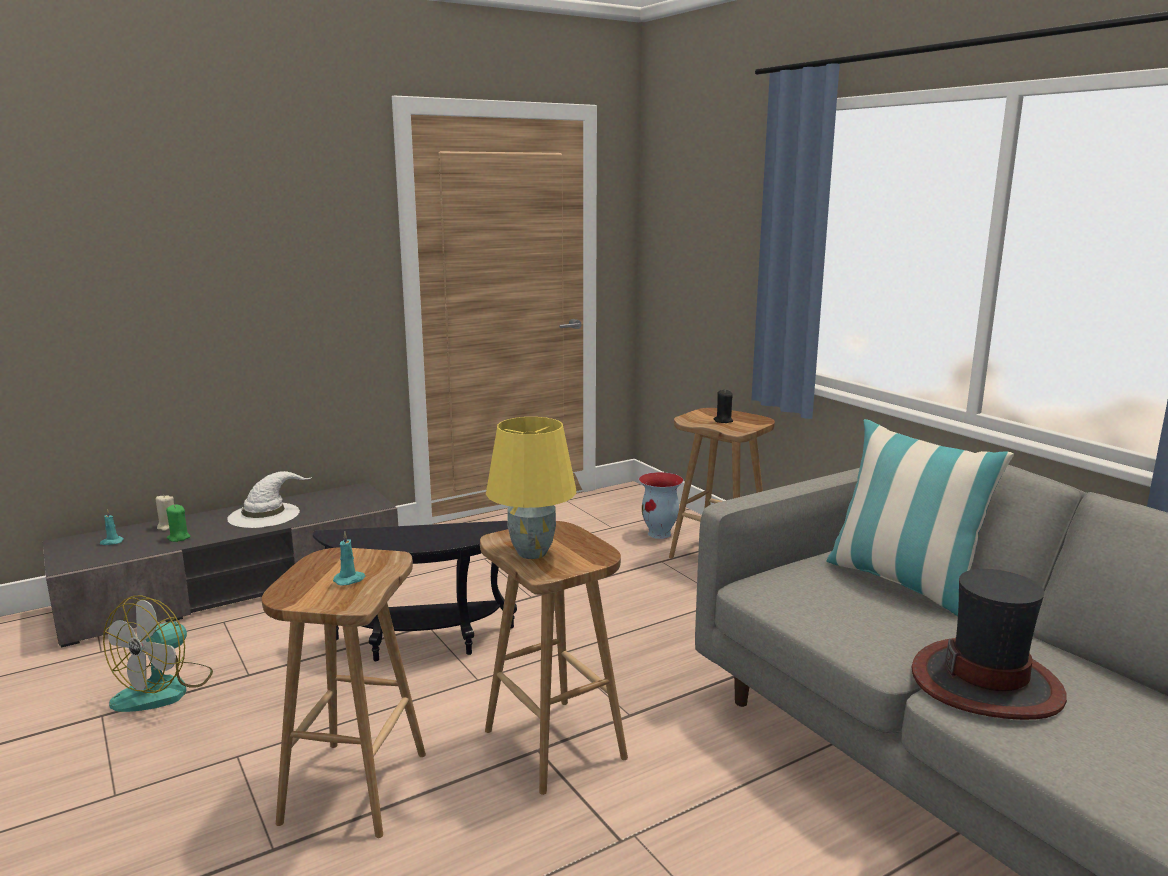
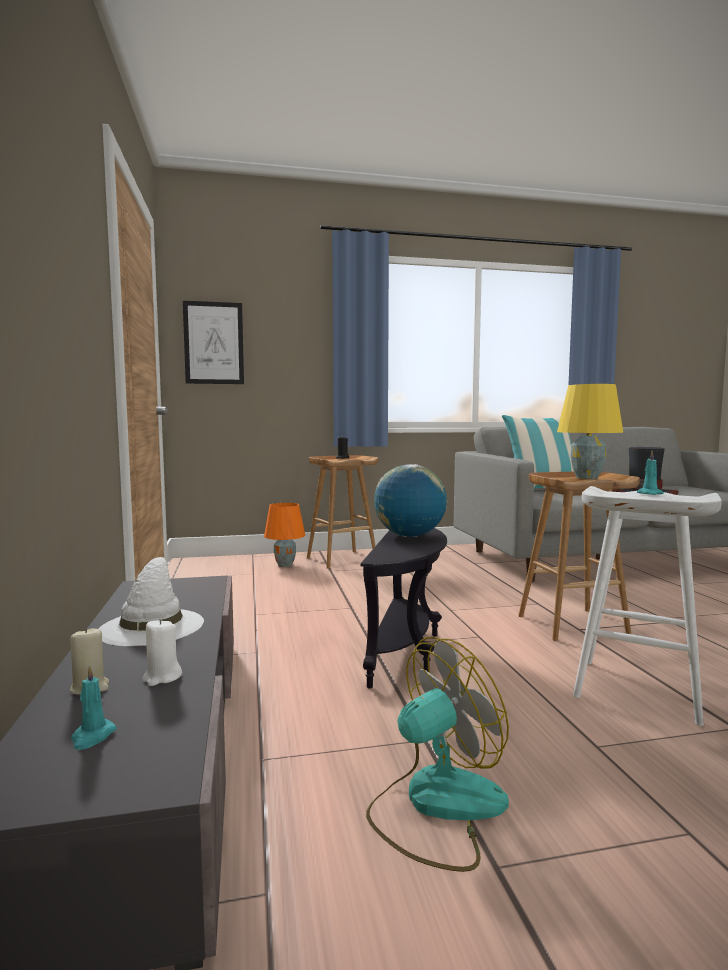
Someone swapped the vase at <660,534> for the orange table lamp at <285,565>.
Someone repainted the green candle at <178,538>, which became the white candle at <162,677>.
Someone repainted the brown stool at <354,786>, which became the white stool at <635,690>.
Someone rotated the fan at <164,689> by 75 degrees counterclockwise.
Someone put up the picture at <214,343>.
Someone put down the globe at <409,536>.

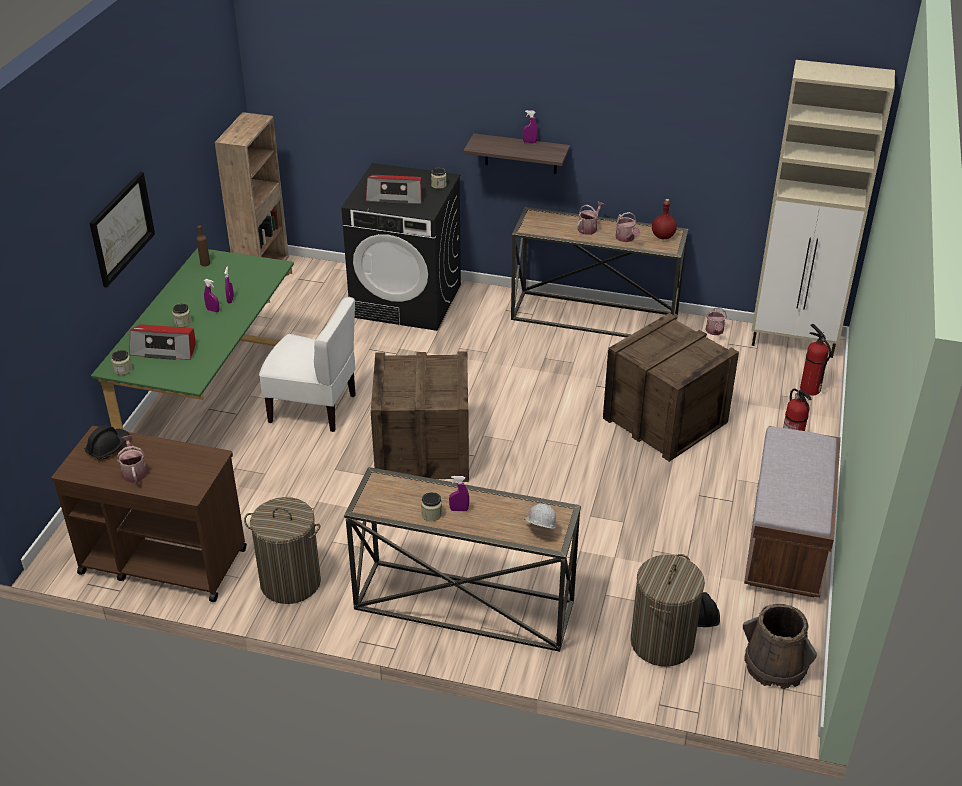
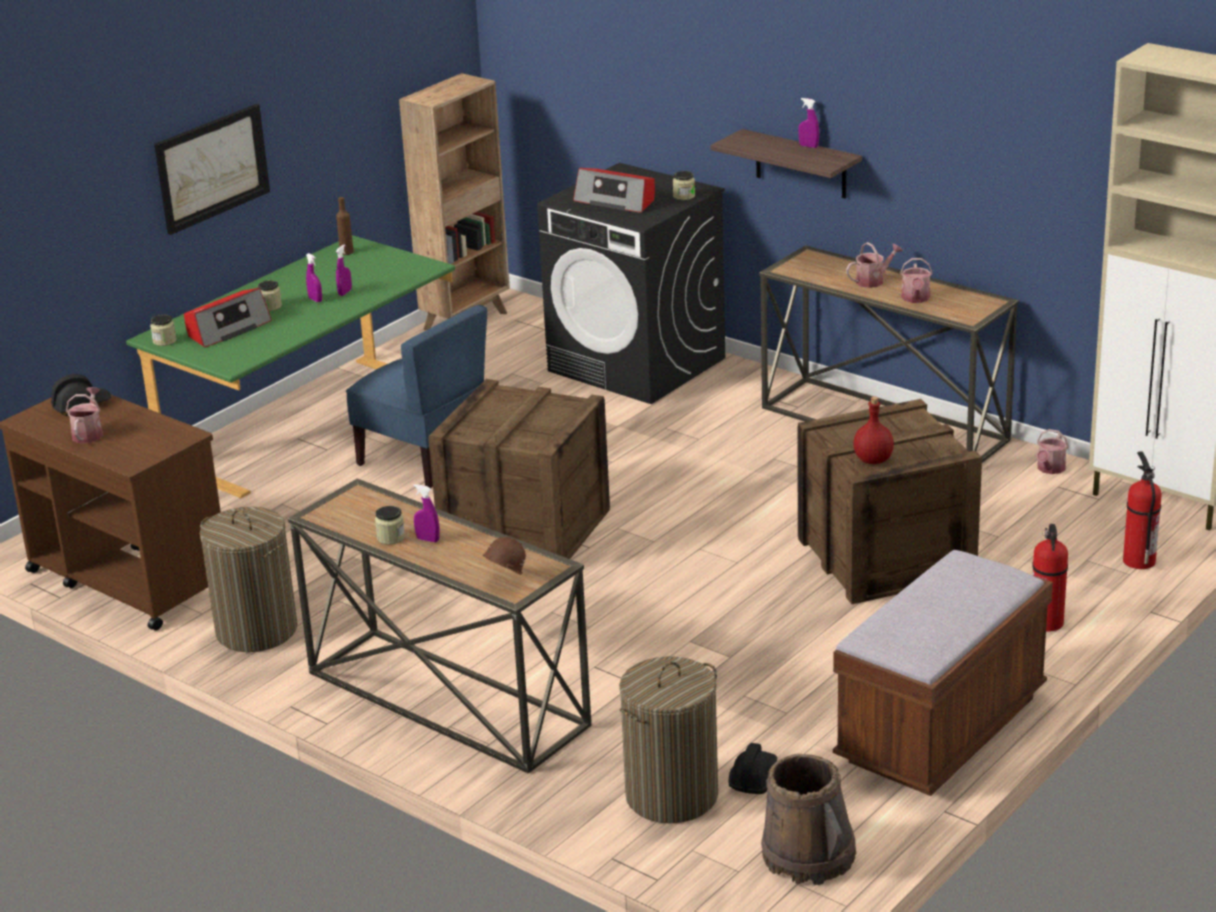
Someone carried the red bottle from <663,236> to <874,460>.
Someone repainted the white chair at <313,408>, which became the blue chair at <424,459>.
Someone rotated the radio at <164,349> by 75 degrees counterclockwise.
Someone repainted the white hard hat at <539,533>, which became the brown hard hat at <504,581>.

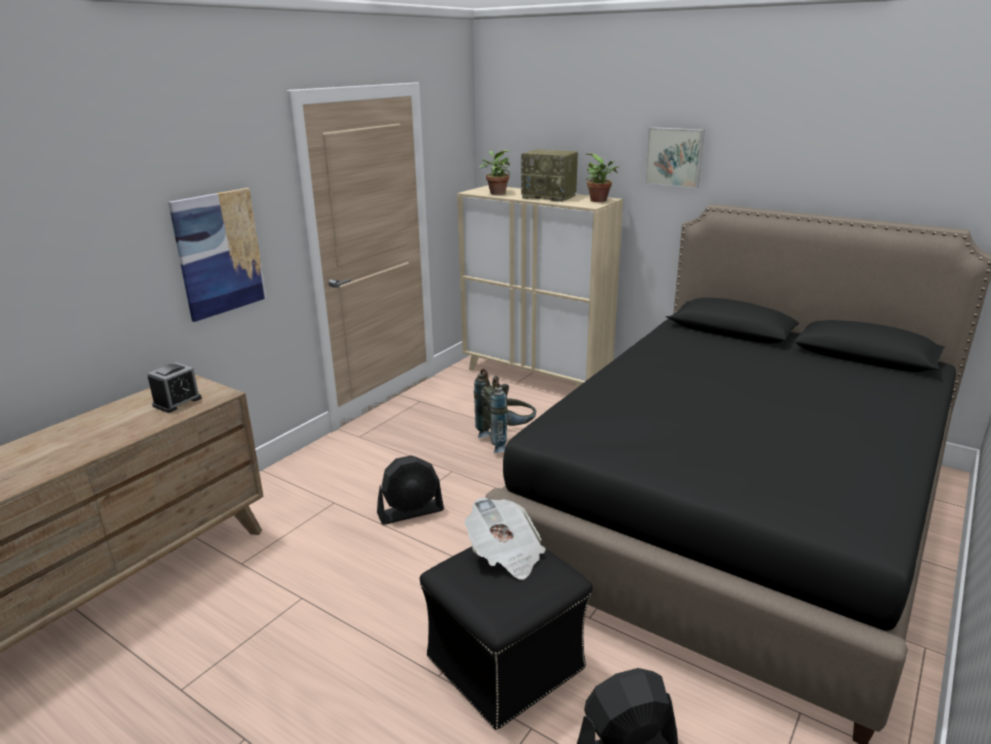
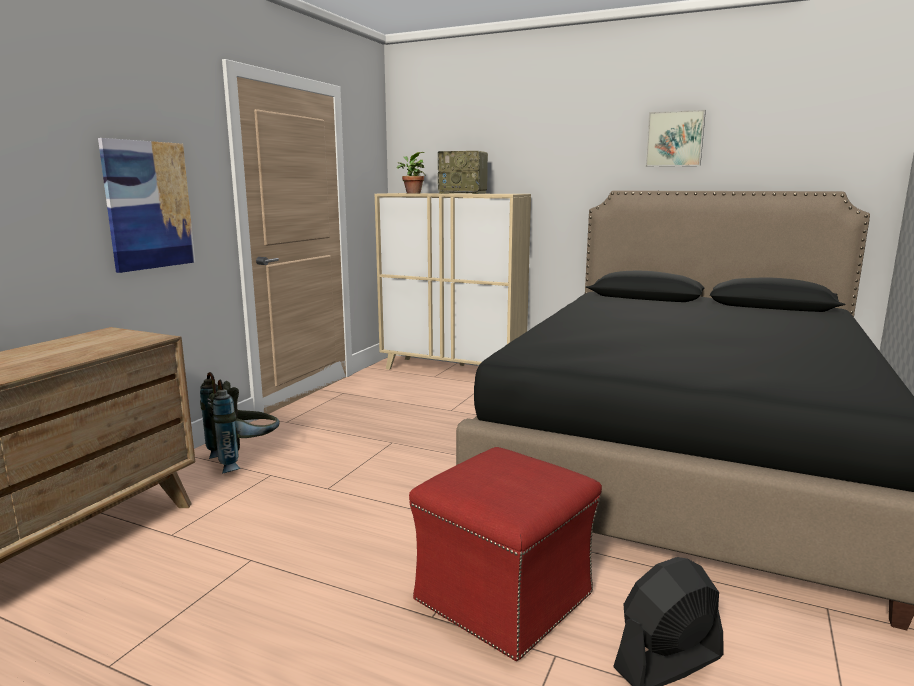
Someone carried the picture from <675,157> to <675,139>.
Someone took away the potted plant at <600,201>.
Someone took away the alarm clock at <177,402>.
Someone carried the grey backpack from <506,440> to <244,459>.
Someone took away the black fan at <410,512>.
Someone took away the newspaper at <505,554>.
Someone repainted the black ottoman at <506,662>, which became the red ottoman at <505,596>.

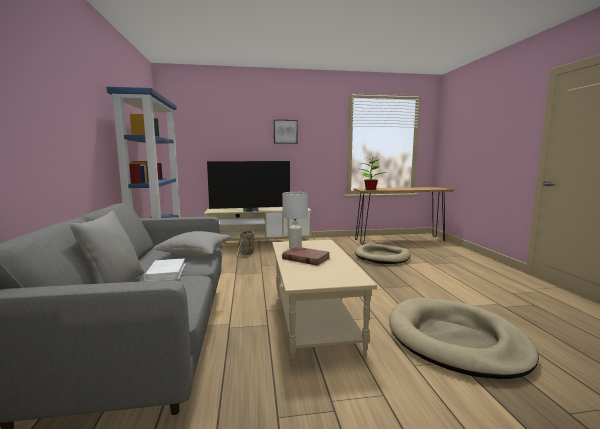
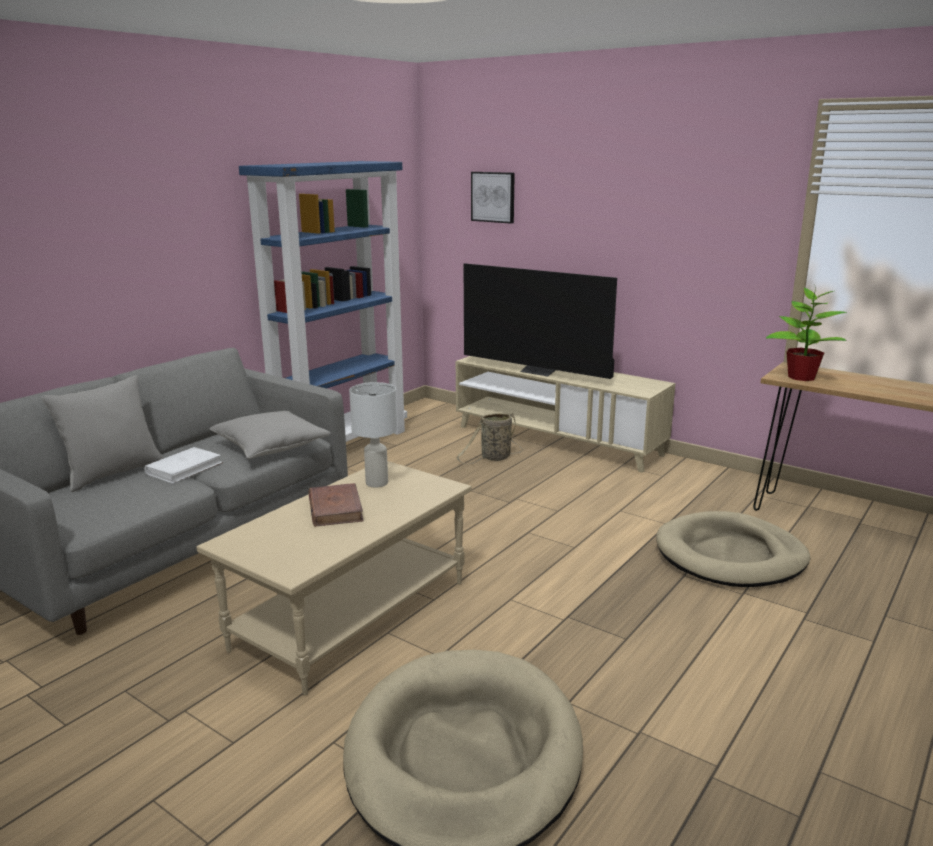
Someone carried the picture from <285,131> to <493,197>.

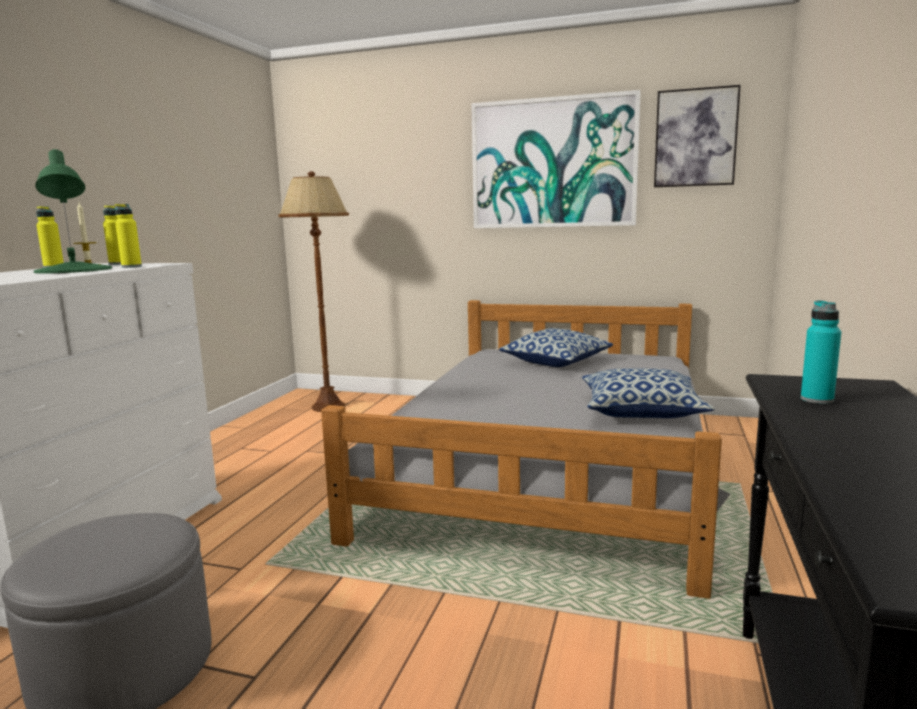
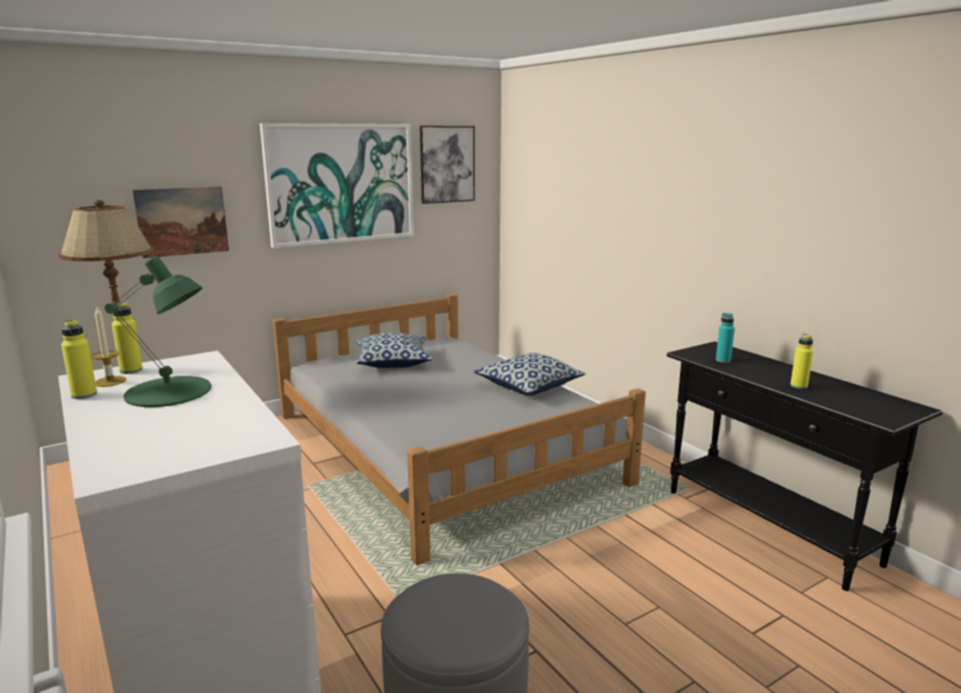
Someone carried the yellow bottle from <131,266> to <798,386>.
Someone put up the picture at <182,221>.

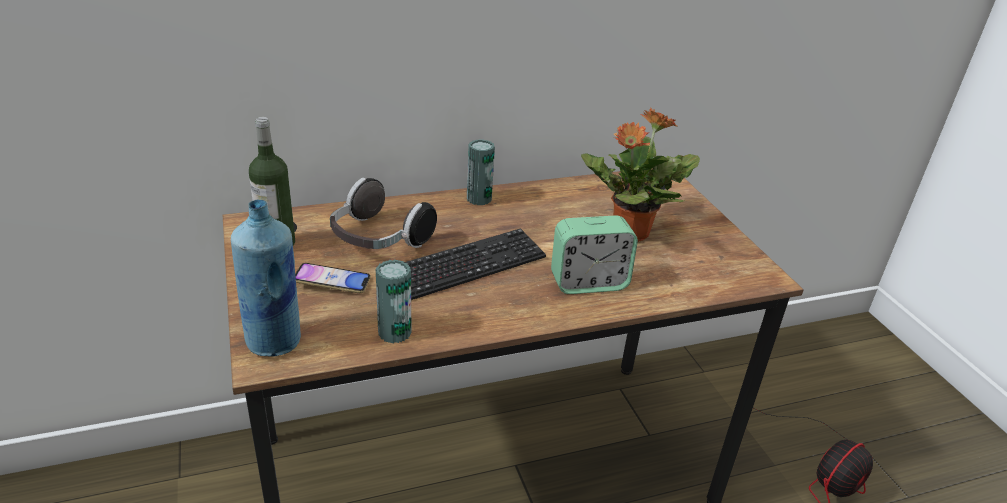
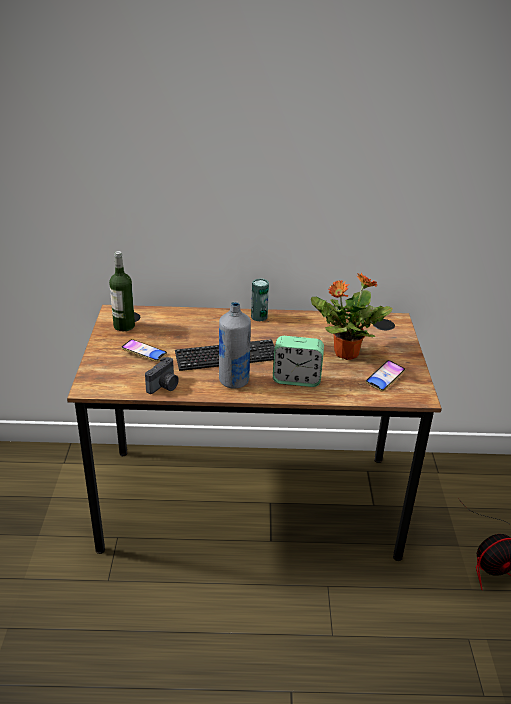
Someone took away the headphones at <378,240>.
Someone took away the blue bottle at <275,341>.
Someone swapped the can at <394,332> for the photo camera at <164,386>.
Someone put down the grey bottle at <234,381>.
Someone put down the phone at <385,378>.

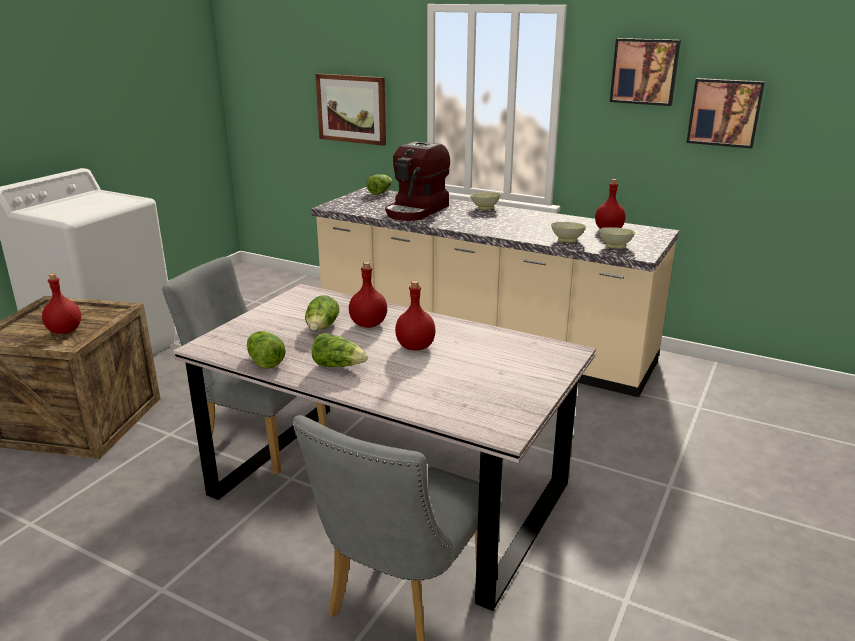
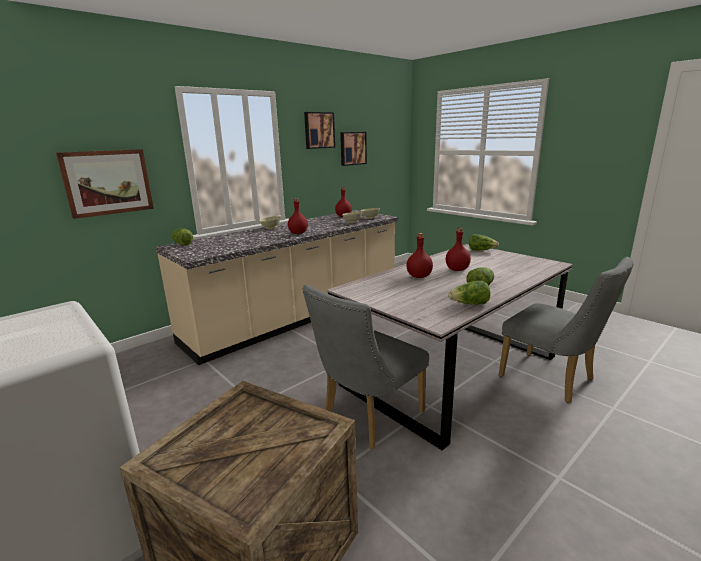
Someone took away the coffee machine at <417,211>.
Someone carried the red bottle from <65,330> to <298,233>.
Someone carried the lettuce from <322,328> to <481,250>.

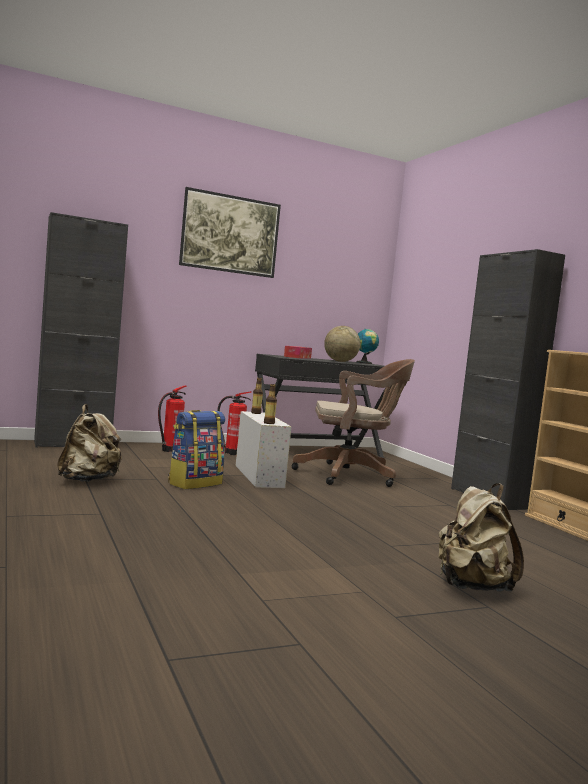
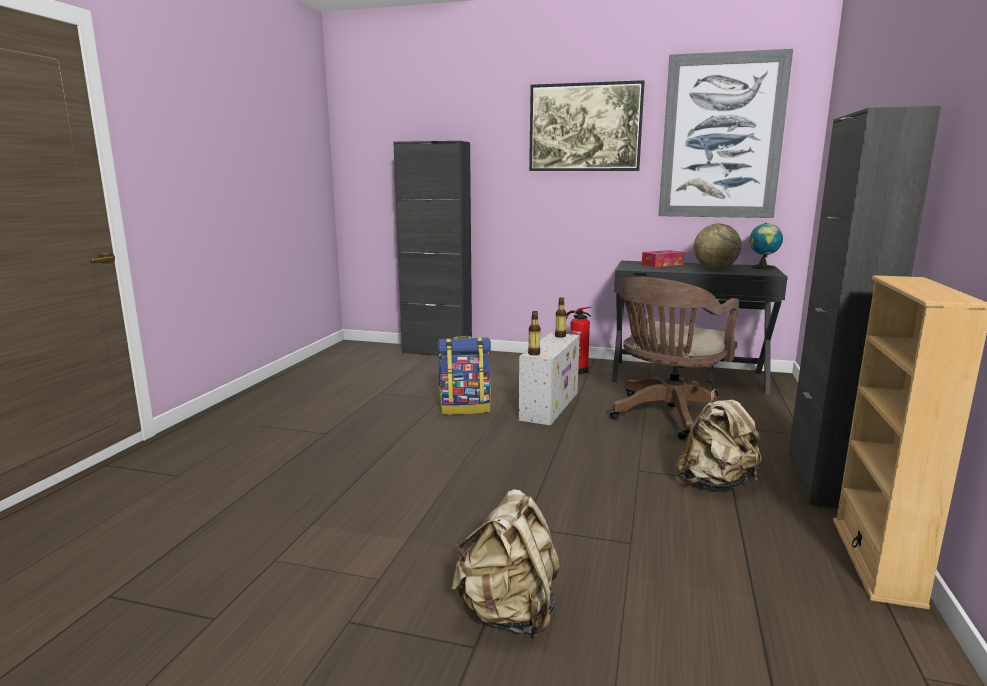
Someone rotated the brown office chair at <351,476> by 90 degrees clockwise.
Someone took away the fire extinguisher at <169,450>.
Someone carried the beige backpack from <88,481> to <716,483>.
Someone put up the picture at <721,137>.

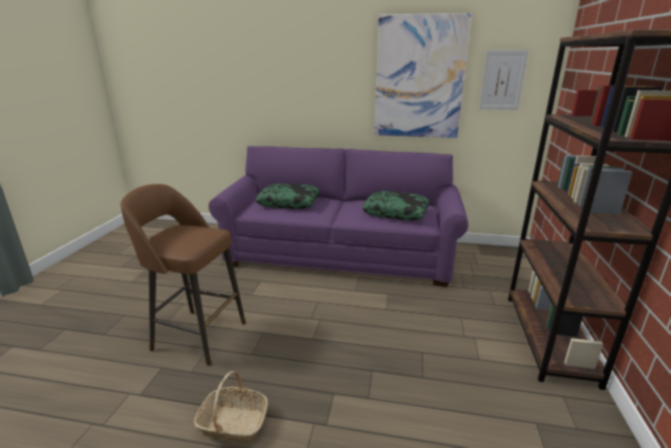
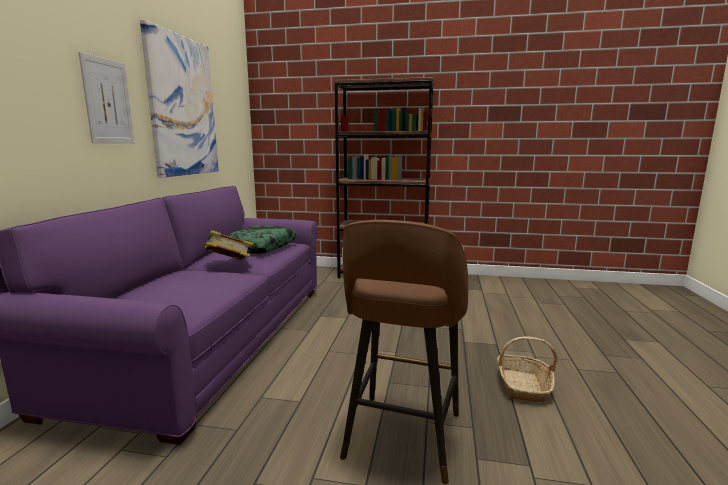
Someone carried the picture from <502,80> to <108,101>.
Someone took away the pillow at <289,202>.
Someone put down the book at <228,264>.

